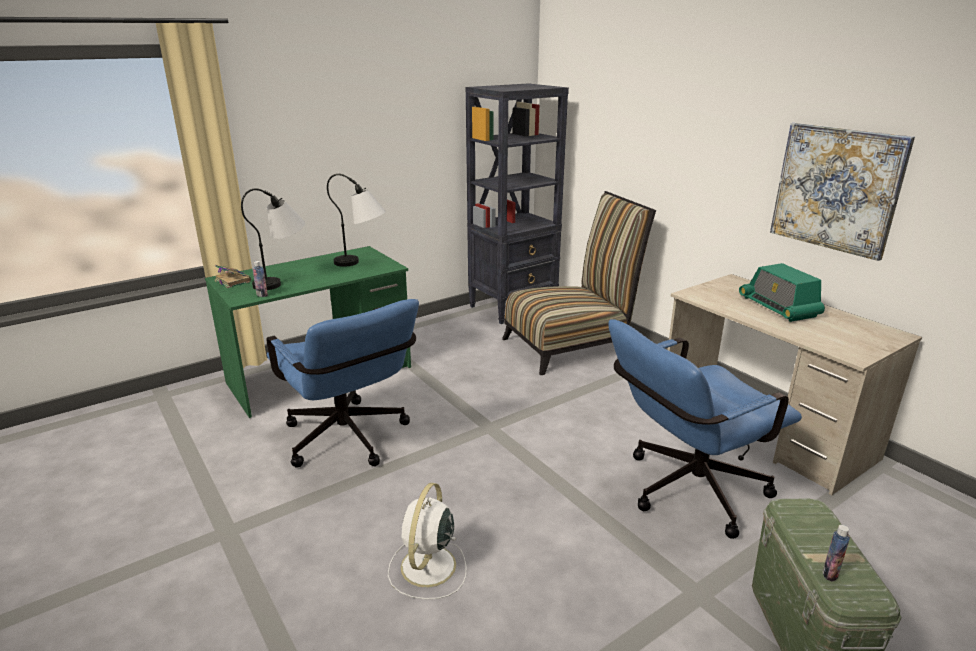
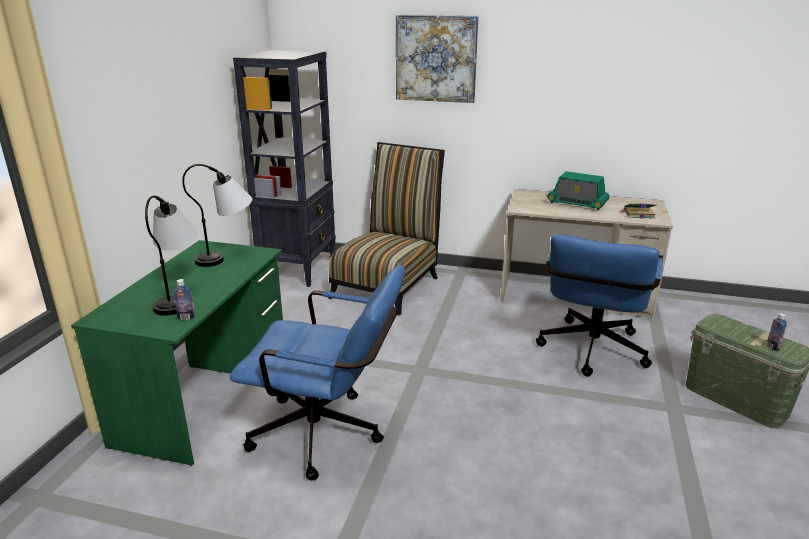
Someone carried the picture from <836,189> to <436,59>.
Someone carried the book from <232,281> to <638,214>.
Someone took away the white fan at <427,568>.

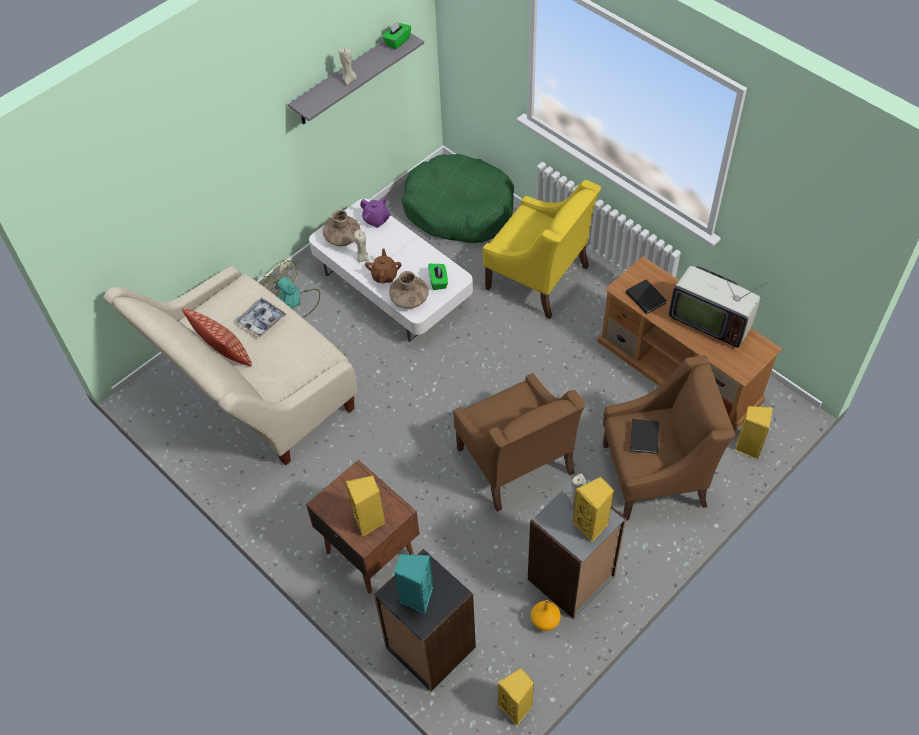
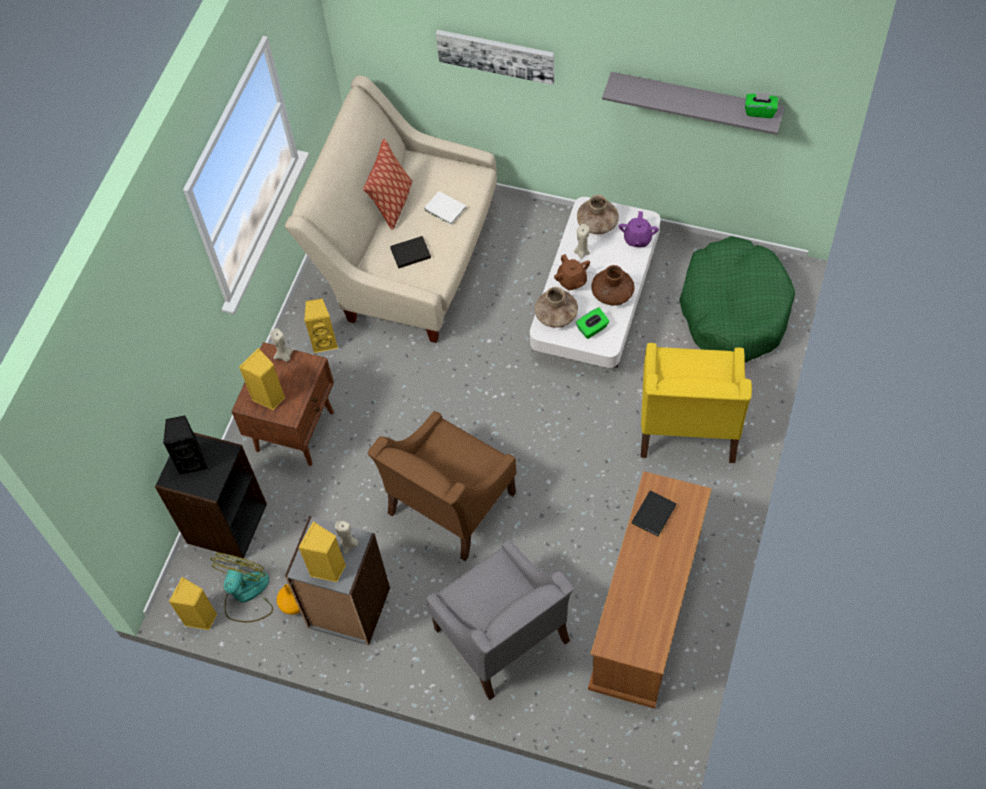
Someone carried the beige candle from <349,80> to <284,356>.
Someone rotated the brown teapot at <384,275> by 90 degrees clockwise.
Someone carried the fan from <294,301> to <246,595>.
Someone took away the television at <710,320>.
Someone swapped the tray at <261,320> for the white book at <445,210>.
Someone repainted the brown armchair at <655,475>, which became the grey armchair at <502,636>.
Someone carried the yellow speaker from <748,446> to <325,341>.
Someone carried the black book from <643,438> to <409,253>.
Someone repainted the turquoise speaker at <416,597>, which became the black speaker at <193,461>.
Someone put up the picture at <496,55>.
Someone put down the brown vase at <612,293>.

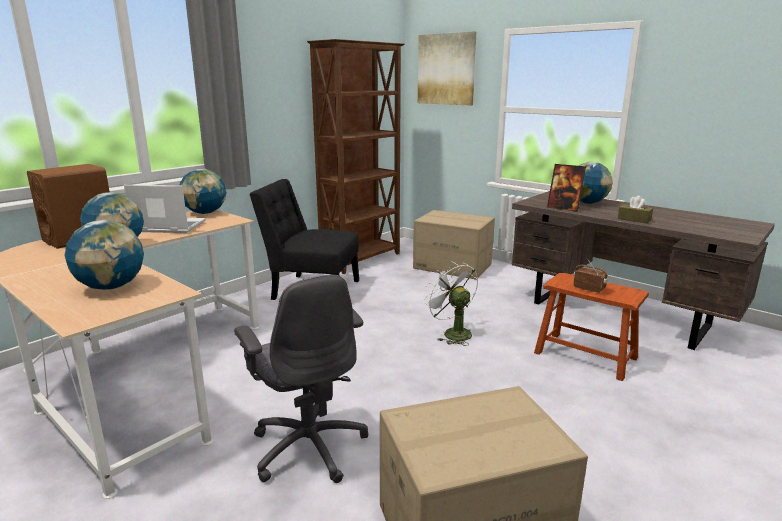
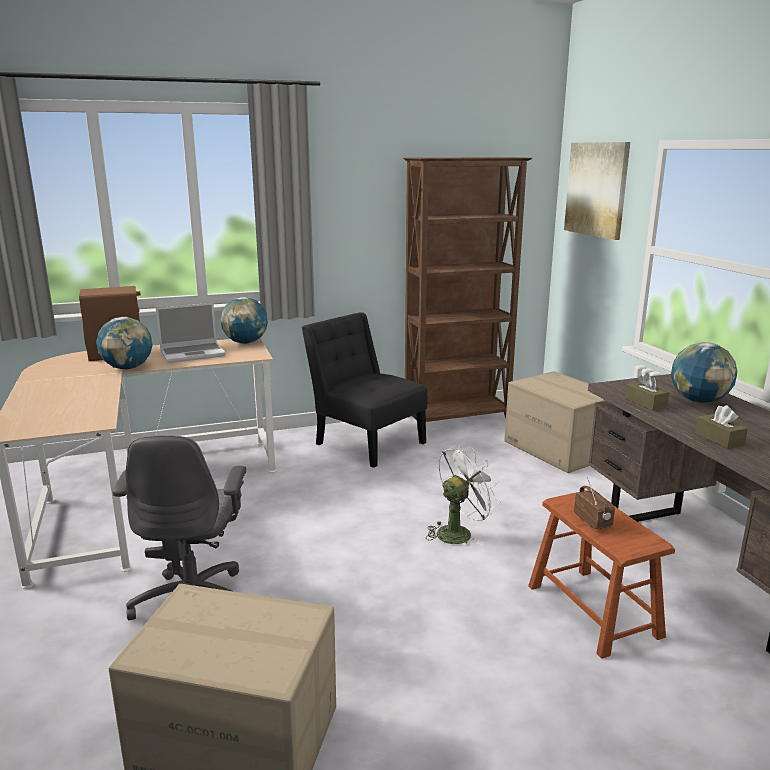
Someone swapped the picture frame at <563,208> for the brown tissue box at <645,403>.
Someone rotated the laptop at <168,227> by 120 degrees clockwise.
Someone took away the globe at <111,287>.
Someone rotated the white fan at <452,333> by 60 degrees clockwise.

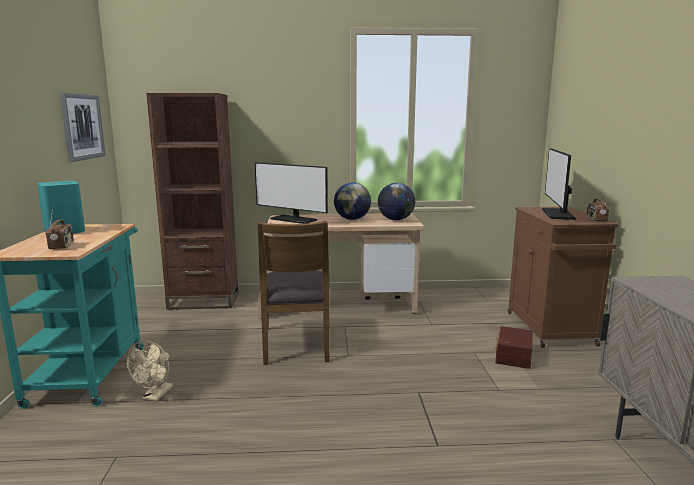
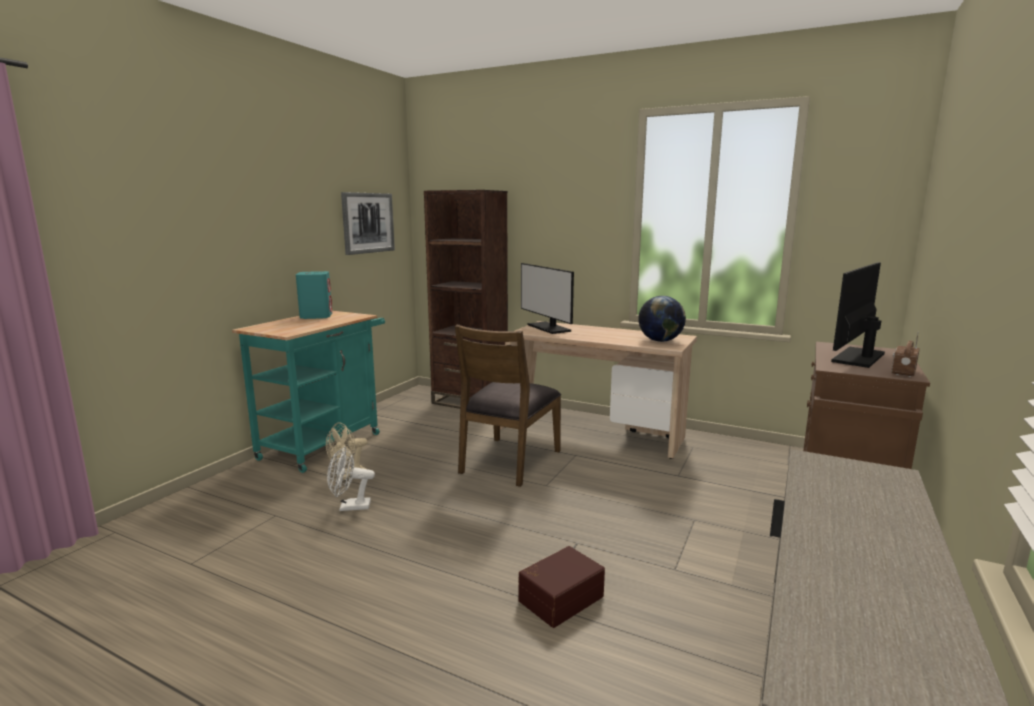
Someone took away the globe at <352,219>.
Someone took away the radio at <62,246>.
Someone carried the brown storage box from <512,355> to <559,597>.
Someone put down the white fan at <349,507>.

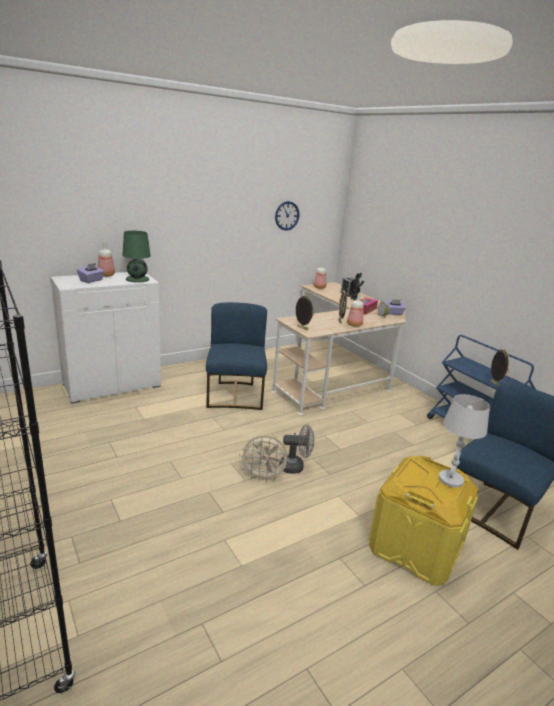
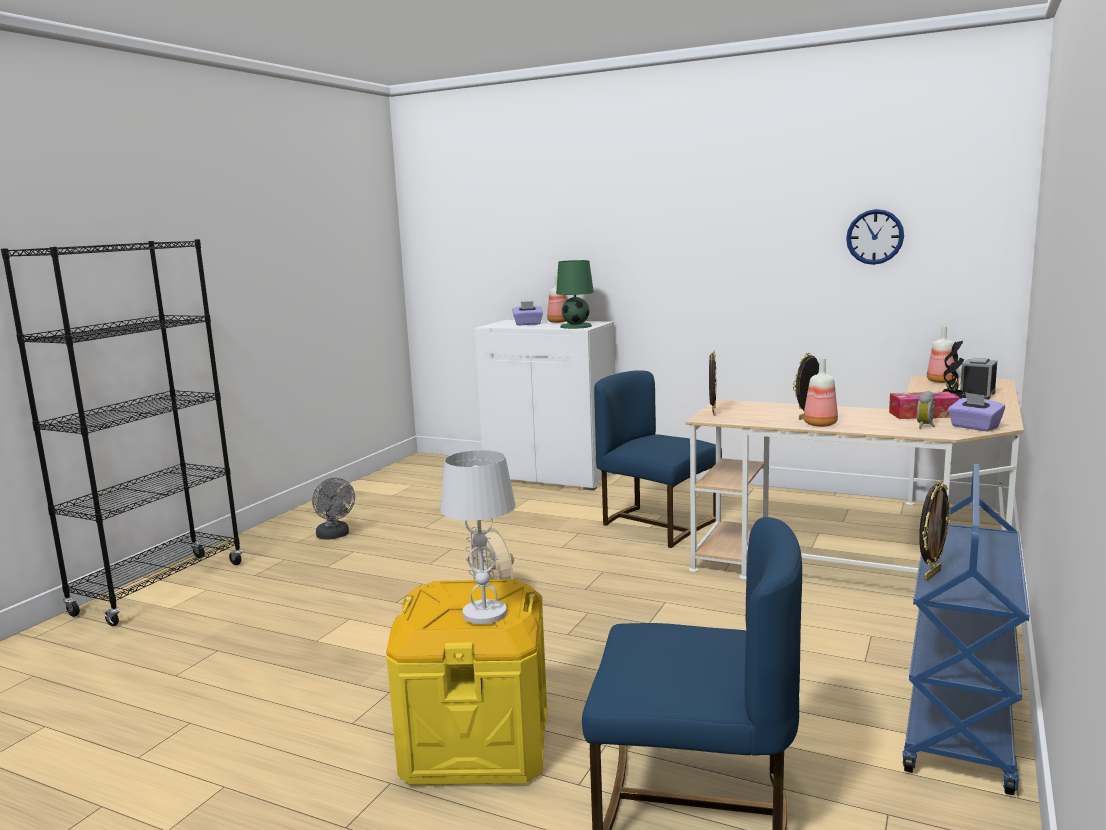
Someone rotated the blue chair at <235,395> by 105 degrees counterclockwise.
Someone carried the grey fan from <295,467> to <335,536>.

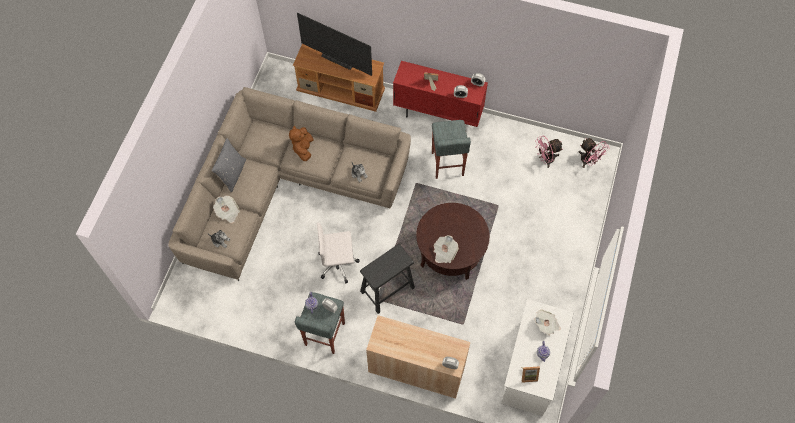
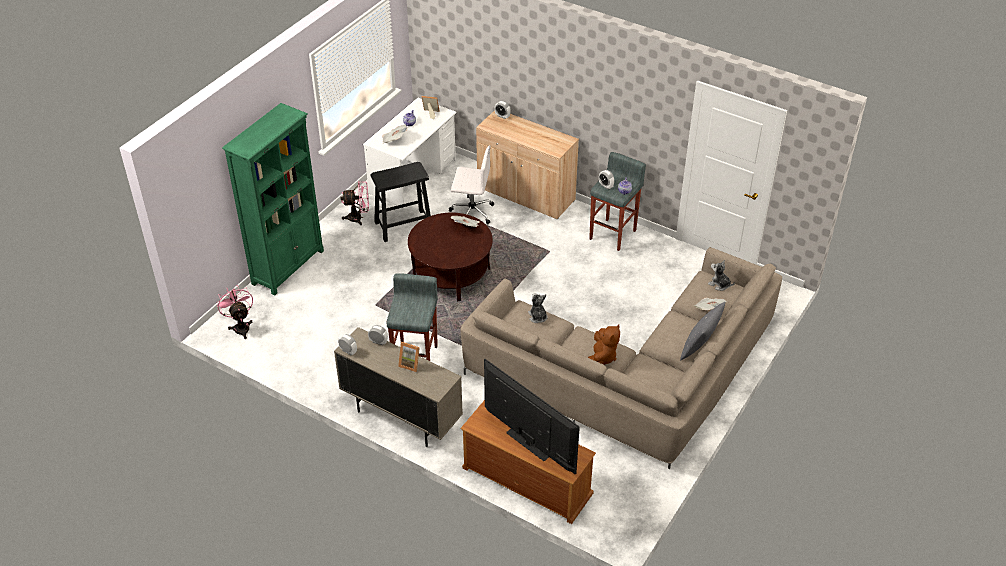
Someone repainted the red cabinet at <438,114>, which became the beige cabinet at <401,418>.
Someone carried the pink fan from <545,159> to <359,218>.
Someone carried the white office chair from <338,263> to <471,212>.
Someone carried the black stool from <387,289> to <404,225>.
Someone put down the green bookcase at <288,267>.

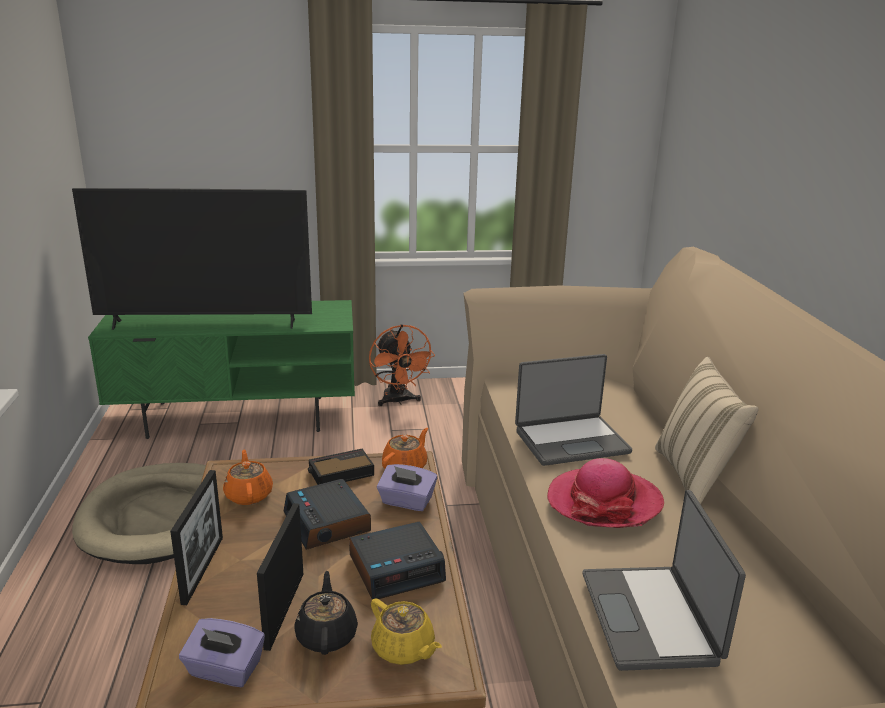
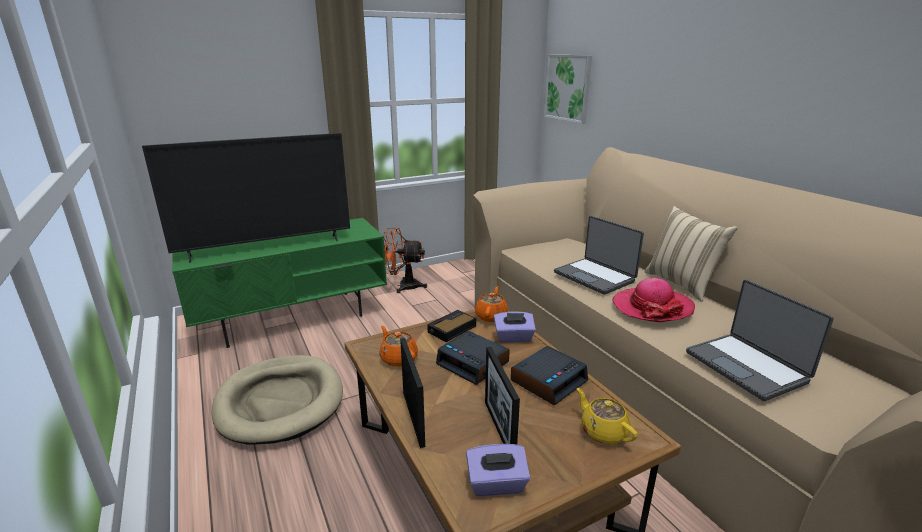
Someone rotated the orange fan at <398,401> by 135 degrees clockwise.
Someone rotated the laptop at <571,441> by 90 degrees clockwise.
Someone took away the black teapot at <327,635>.
Someone rotated the yellow teapot at <404,649> by 150 degrees counterclockwise.
Someone put up the picture at <568,88>.

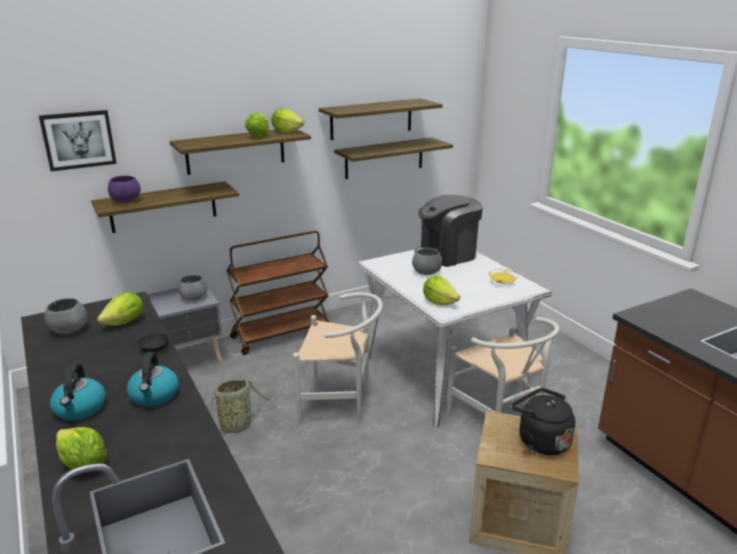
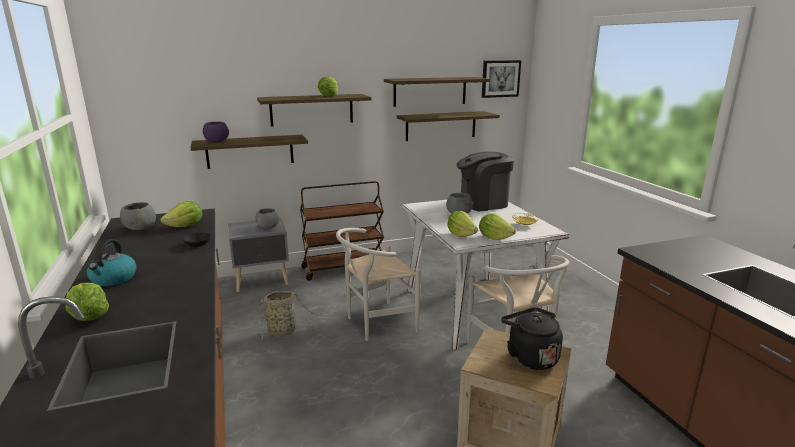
Someone carried the lettuce from <287,131> to <494,237>.
Someone carried the picture from <78,140> to <500,78>.
Someone rotated the white chair at <341,403> by 135 degrees clockwise.
Someone took away the kettle at <154,396>.

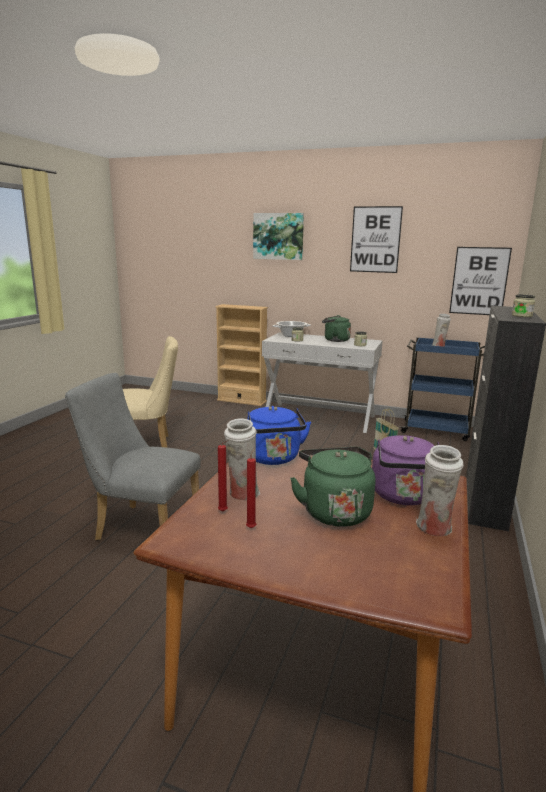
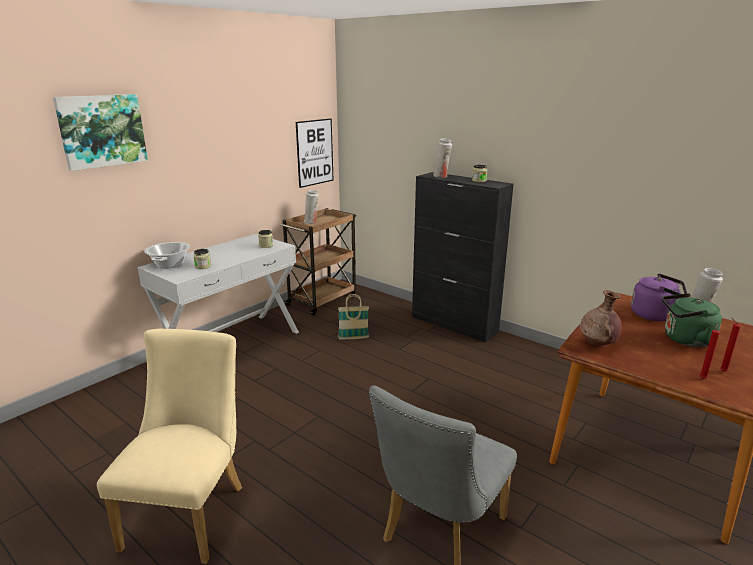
Someone took away the picture at <375,239>.
Someone took away the beige bookcase at <241,401>.
Someone took away the green kettle at <335,340>.
Someone repainted the blue cart at <437,430>, which became the brown cart at <322,300>.
Someone swapped the blue kettle at <274,458> for the brown vase at <597,345>.
Someone carried the white vase from <242,495> to <441,176>.

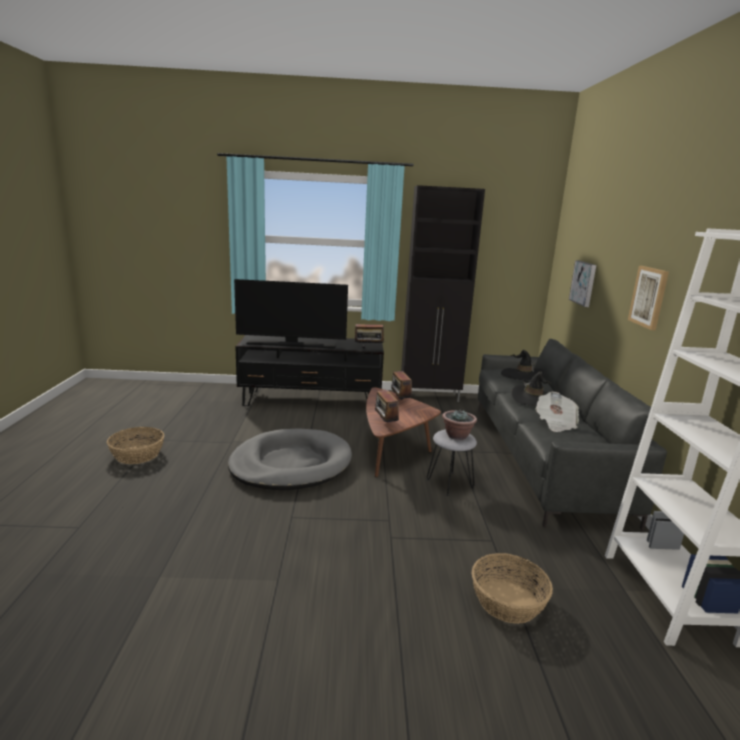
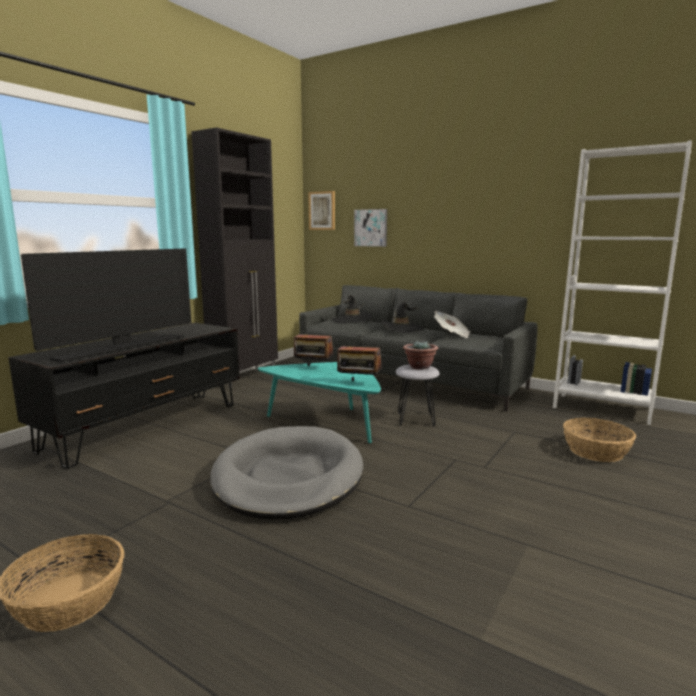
Someone carried the picture from <649,297> to <322,210>.
Someone took away the radio at <368,349>.
Someone repainted the brown coffee table at <392,450>, which became the turquoise coffee table at <328,422>.

